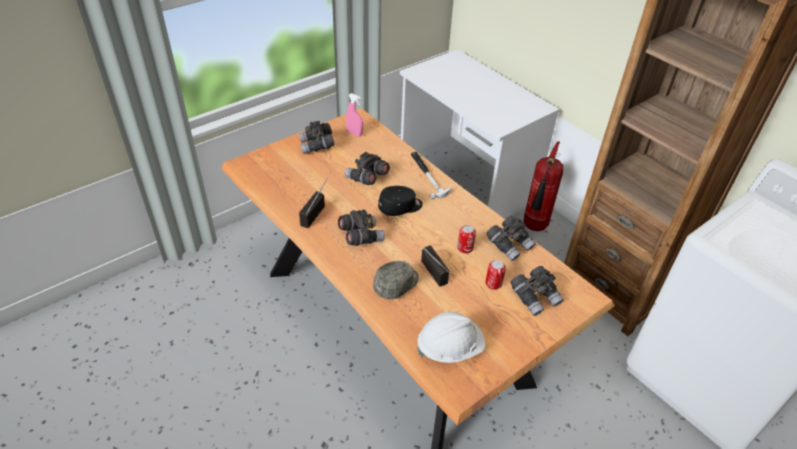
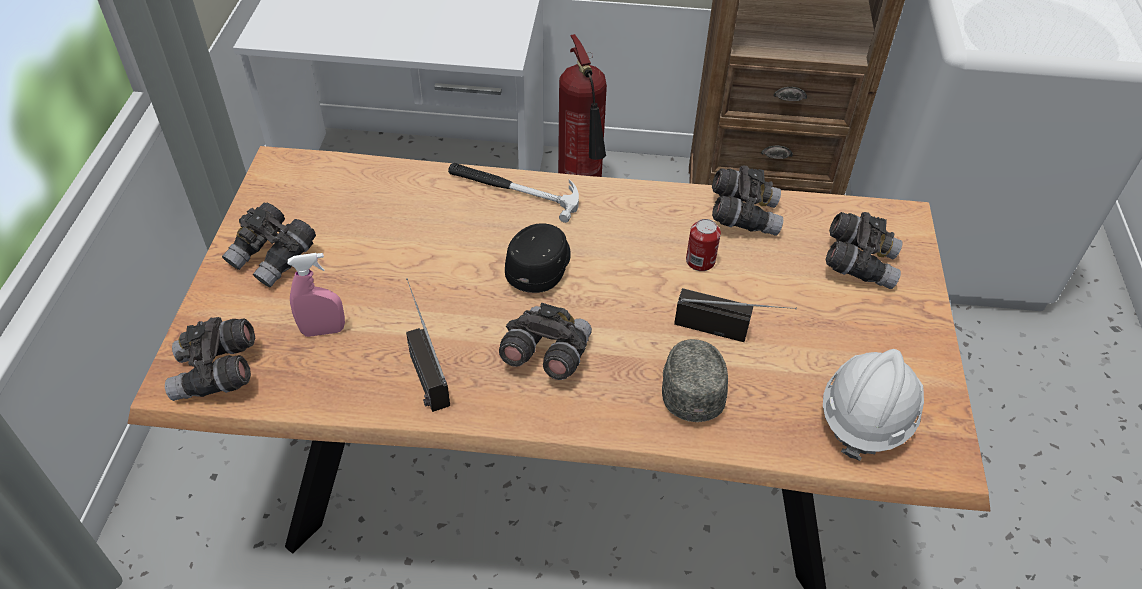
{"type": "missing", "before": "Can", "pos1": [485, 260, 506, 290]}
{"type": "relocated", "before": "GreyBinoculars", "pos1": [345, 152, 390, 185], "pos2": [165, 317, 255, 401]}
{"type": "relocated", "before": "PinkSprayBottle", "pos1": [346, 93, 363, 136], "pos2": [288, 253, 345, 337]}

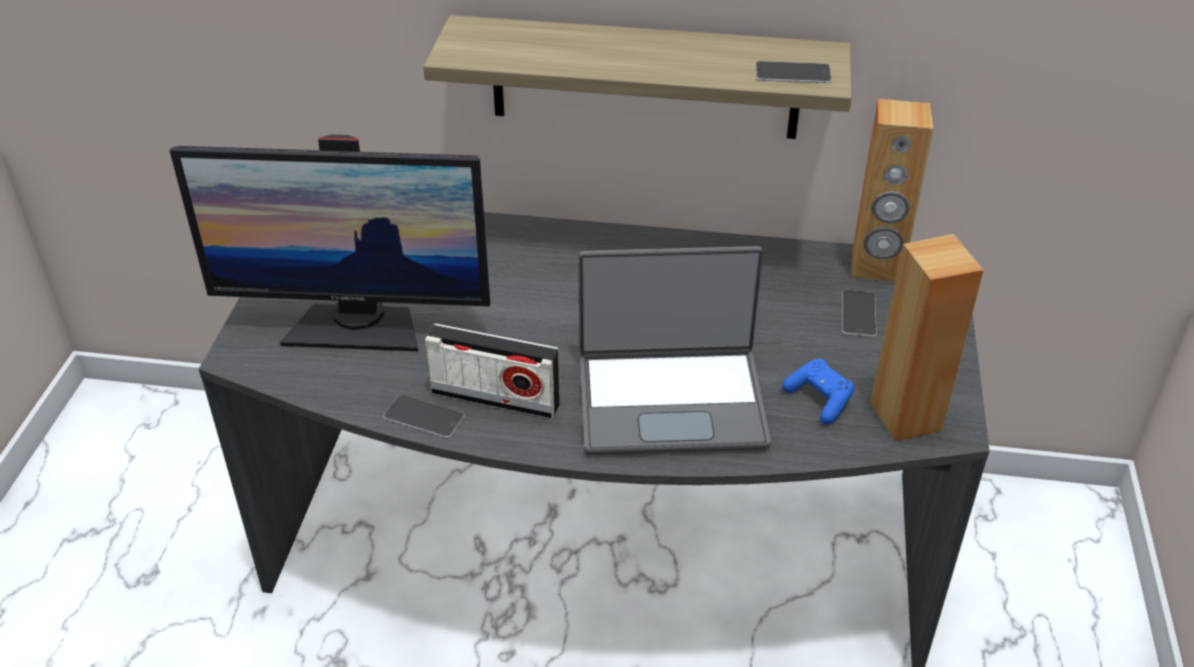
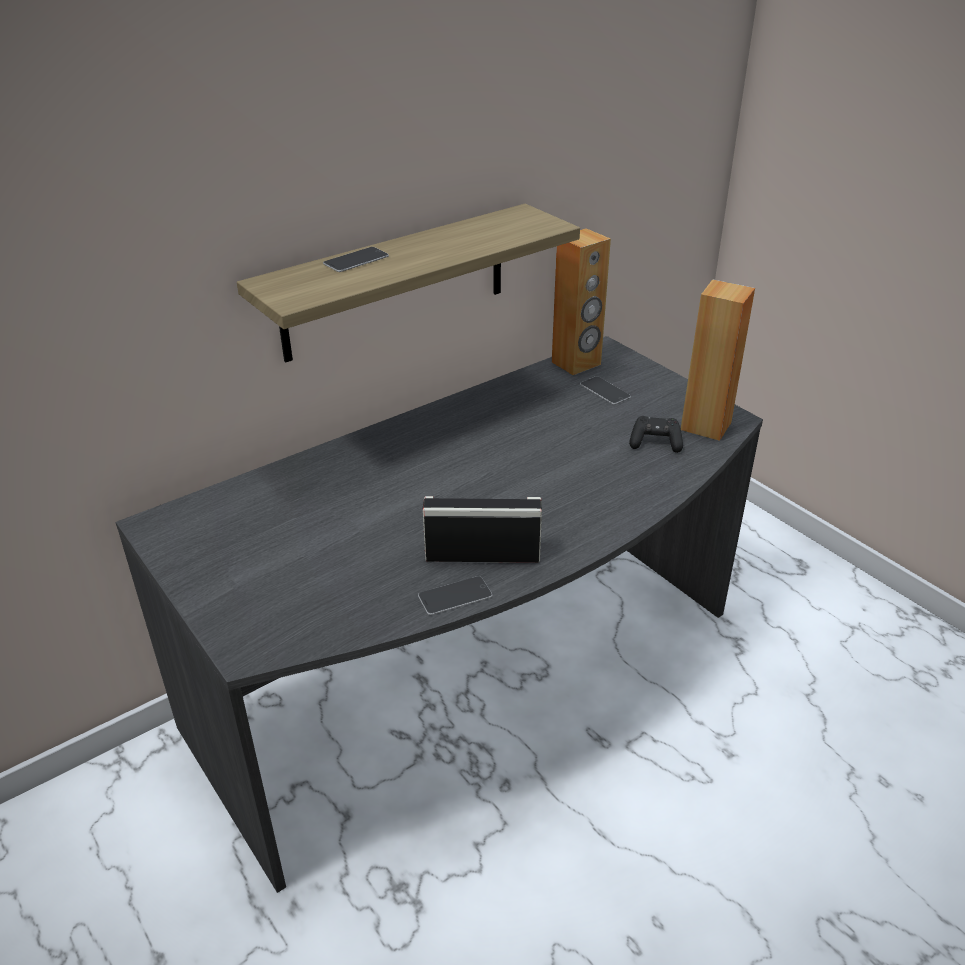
{"type": "missing", "before": "Monitor", "pos1": [170, 135, 490, 351]}
{"type": "missing", "before": "Laptop", "pos1": [578, 246, 771, 455]}
{"type": "relocated", "before": "Phone", "pos1": [755, 61, 832, 83], "pos2": [323, 247, 389, 272]}
{"type": "colour", "before": "BlueGameController", "after": "BlackGameController", "pos1": [782, 359, 854, 424], "pos2": [629, 416, 683, 453]}
{"type": "spun", "before": "Radio", "pos1": [425, 323, 560, 419], "pos2": [423, 496, 542, 563], "turn": -150}

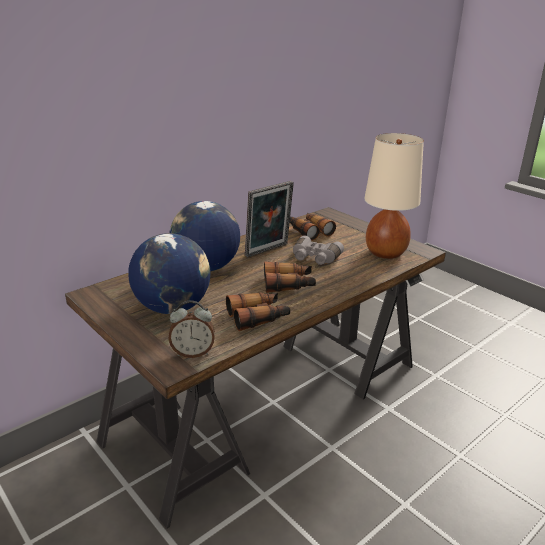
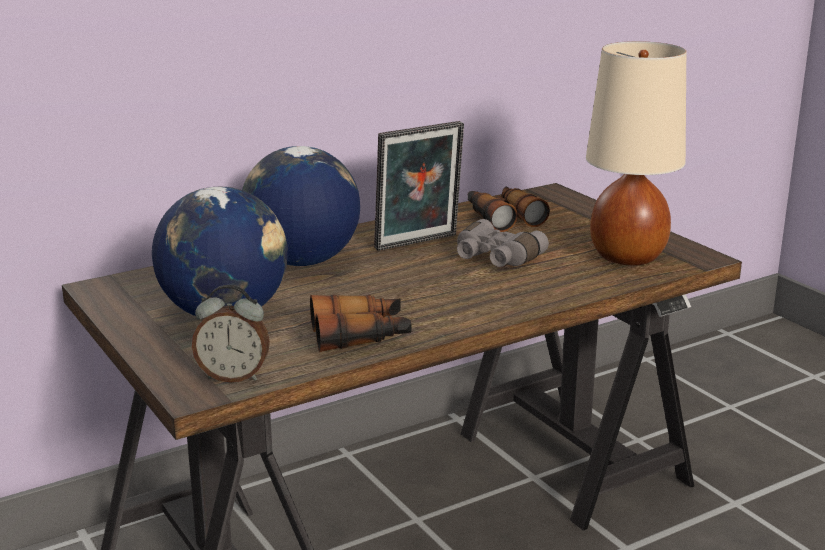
{"type": "missing", "before": "Binoculars", "pos1": [264, 261, 316, 293]}

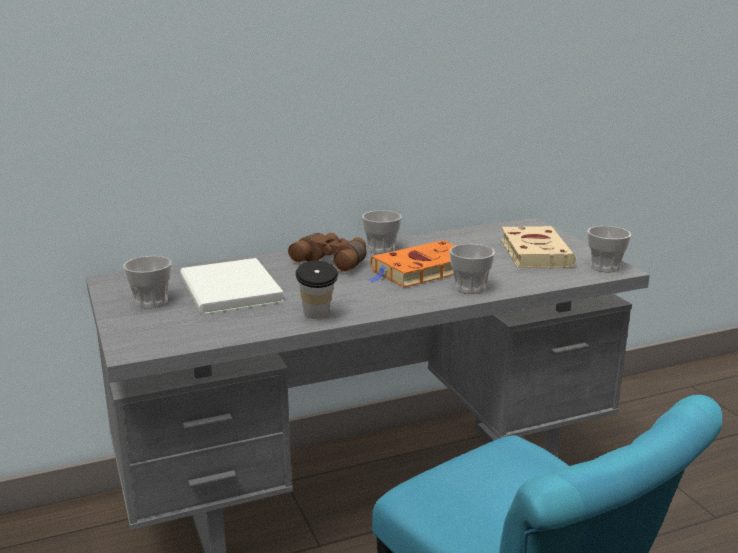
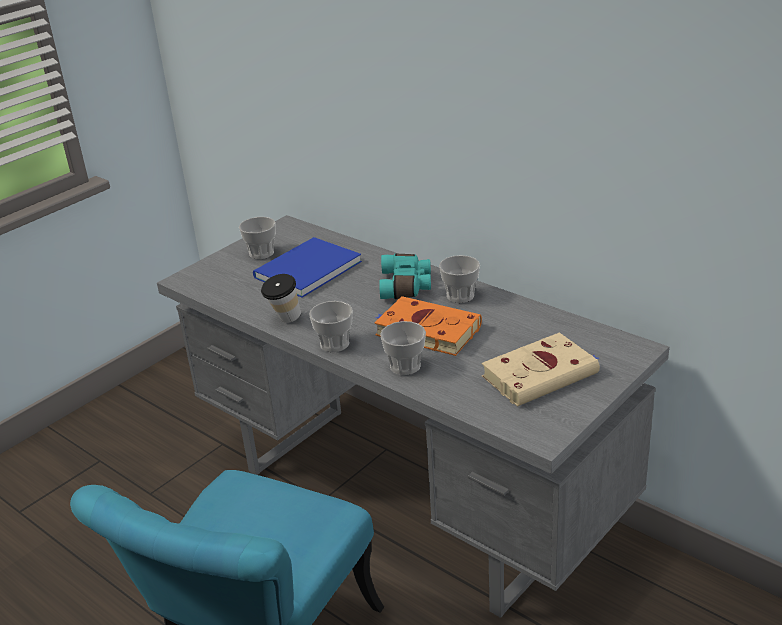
{"type": "relocated", "before": "Cup", "pos1": [587, 226, 631, 272], "pos2": [310, 301, 353, 352]}
{"type": "colour", "before": "WhiteBook", "after": "BlueBook", "pos1": [180, 258, 284, 315], "pos2": [253, 237, 362, 298]}
{"type": "colour", "before": "BrownBinoculars", "after": "TurquoiseBinoculars", "pos1": [288, 233, 366, 272], "pos2": [379, 253, 431, 299]}

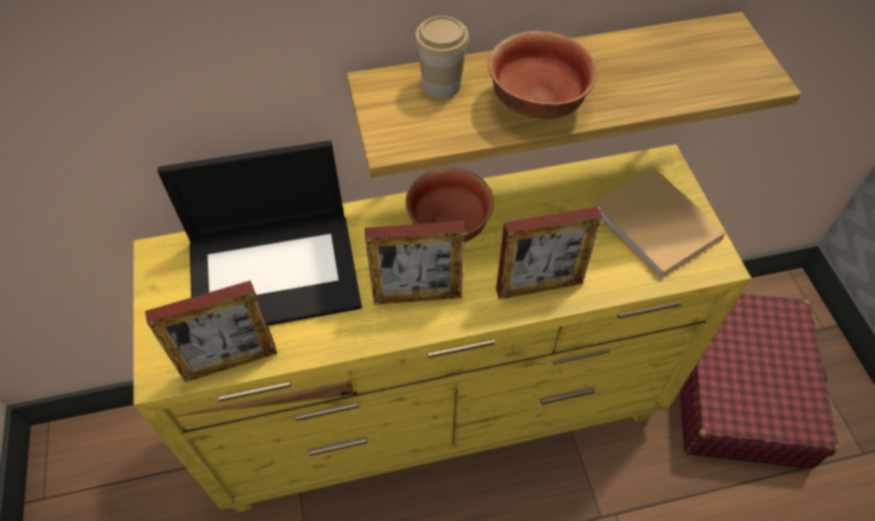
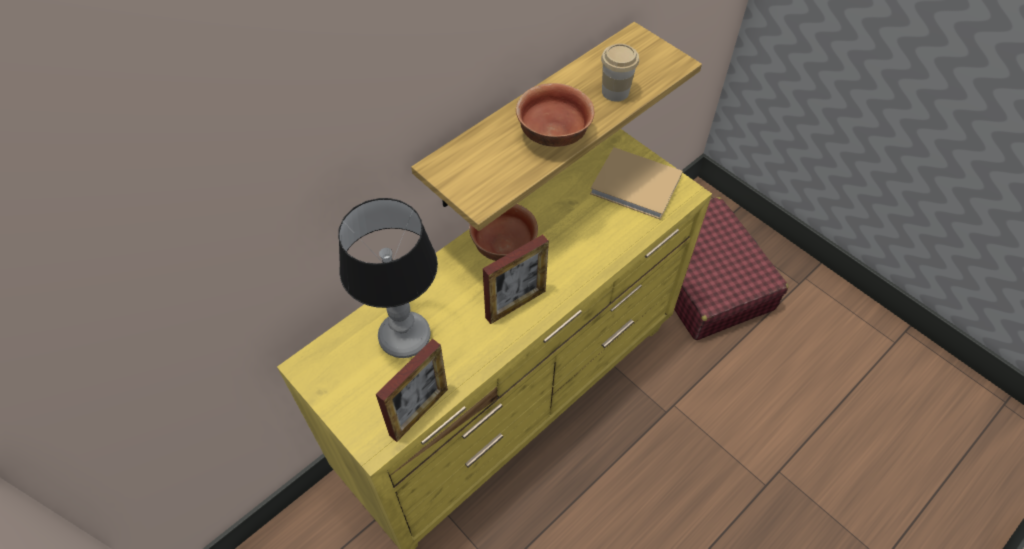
{"type": "missing", "before": "PictureFrame", "pos1": [496, 207, 602, 299]}
{"type": "relocated", "before": "Cup", "pos1": [415, 16, 469, 99], "pos2": [601, 44, 639, 102]}
{"type": "exchanged", "before": "Laptop", "after": "TableLamp", "pos1": [158, 140, 362, 326], "pos2": [338, 198, 438, 358]}

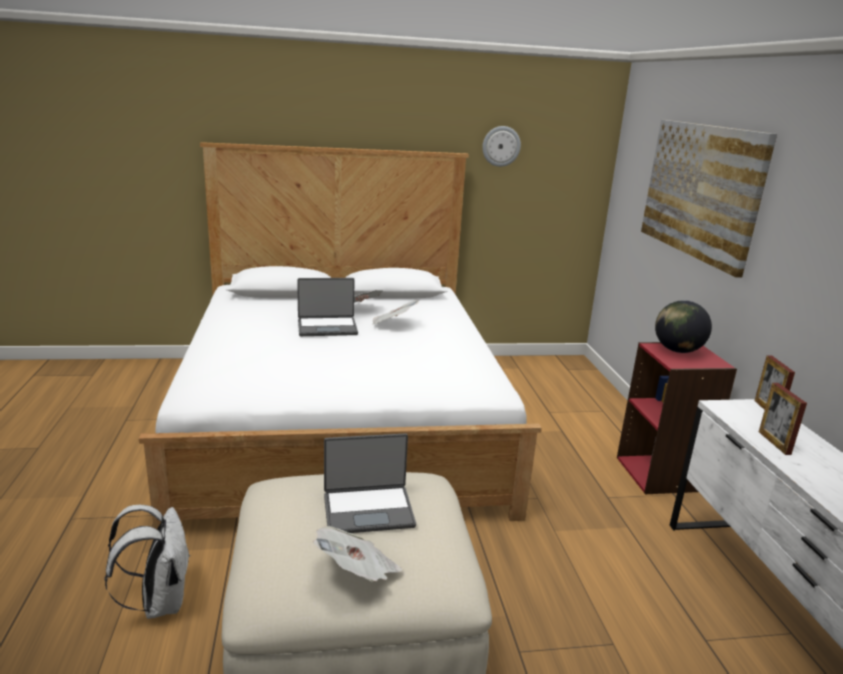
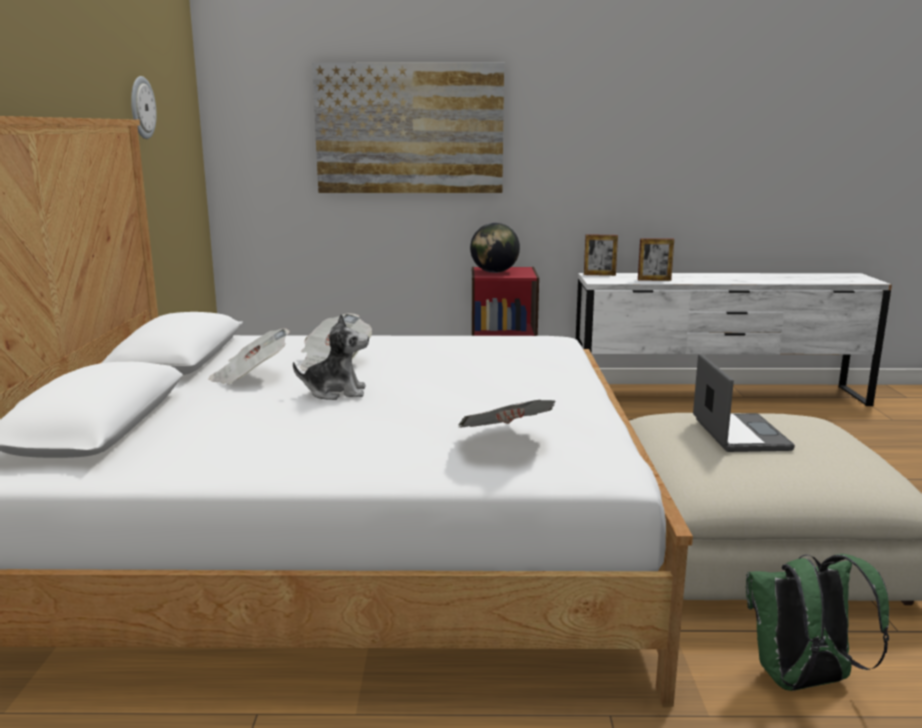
{"type": "relocated", "before": "Newspaper", "pos1": [313, 526, 402, 582], "pos2": [459, 400, 556, 427]}
{"type": "exchanged", "before": "Laptop", "after": "PlushToy", "pos1": [297, 278, 358, 336], "pos2": [293, 314, 369, 400]}
{"type": "colour", "before": "WhiteBackpack", "after": "GreenBackpack", "pos1": [104, 505, 190, 619], "pos2": [746, 554, 889, 691]}

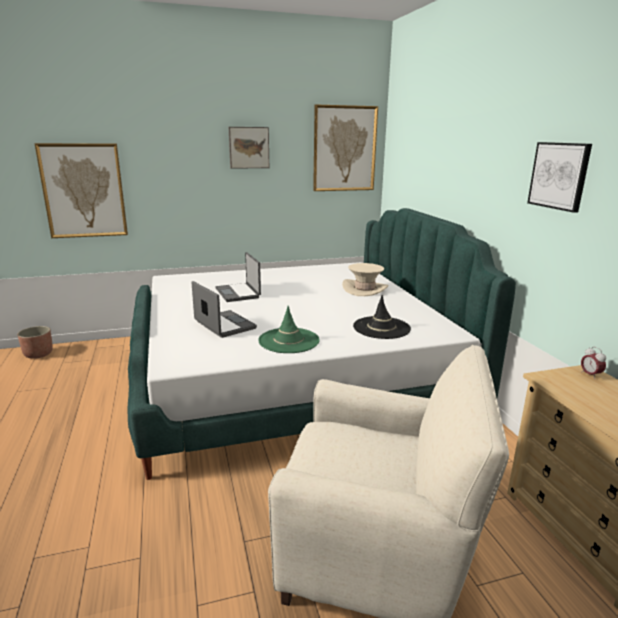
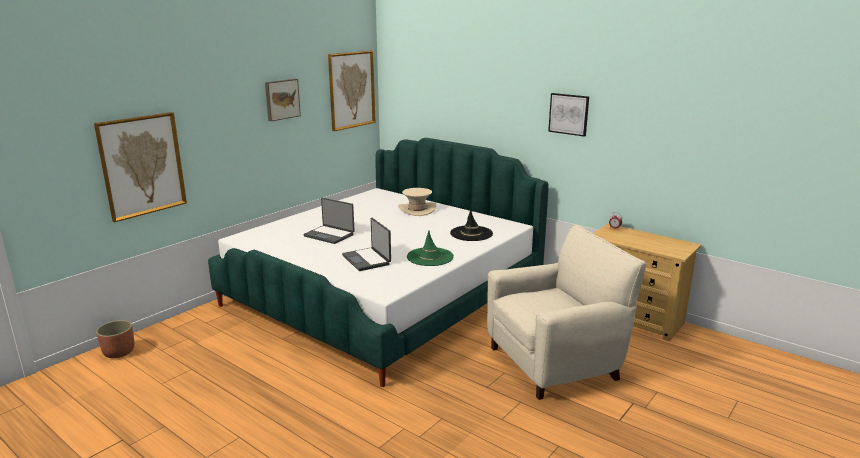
{"type": "spun", "before": "Laptop", "pos1": [191, 281, 257, 338], "pos2": [342, 218, 391, 271], "turn": -135}

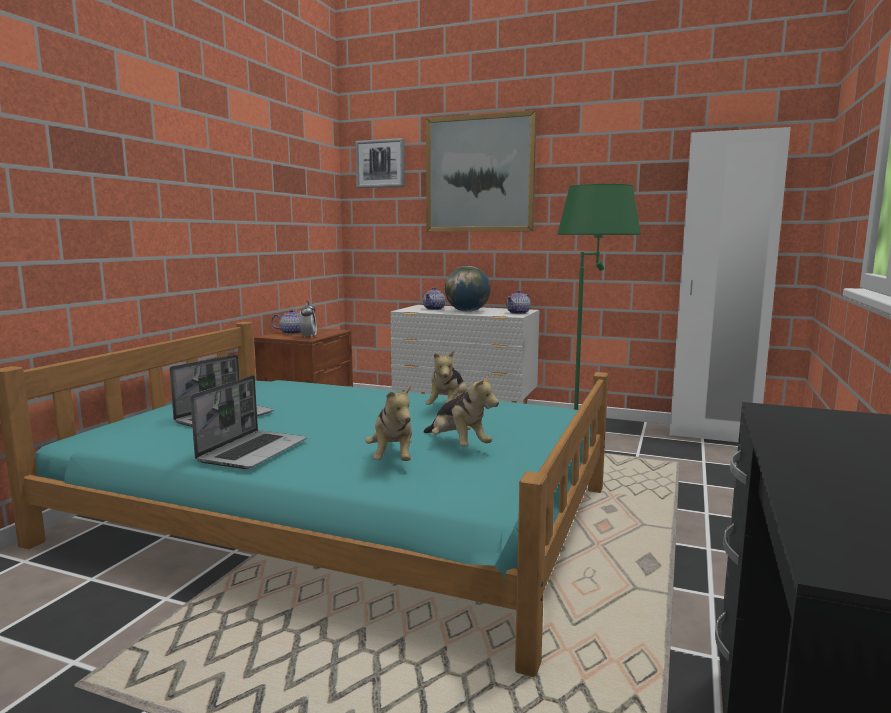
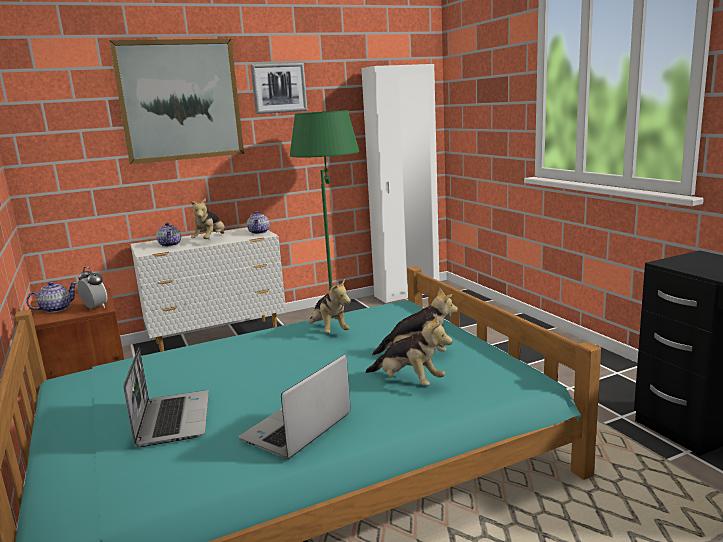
{"type": "relocated", "before": "Picture", "pos1": [355, 138, 405, 188], "pos2": [251, 63, 308, 114]}
{"type": "exchanged", "before": "Globe", "after": "PlushToy", "pos1": [445, 266, 491, 312], "pos2": [191, 198, 225, 239]}
{"type": "spun", "before": "Laptop", "pos1": [190, 375, 307, 469], "pos2": [238, 354, 351, 459], "turn": -120}

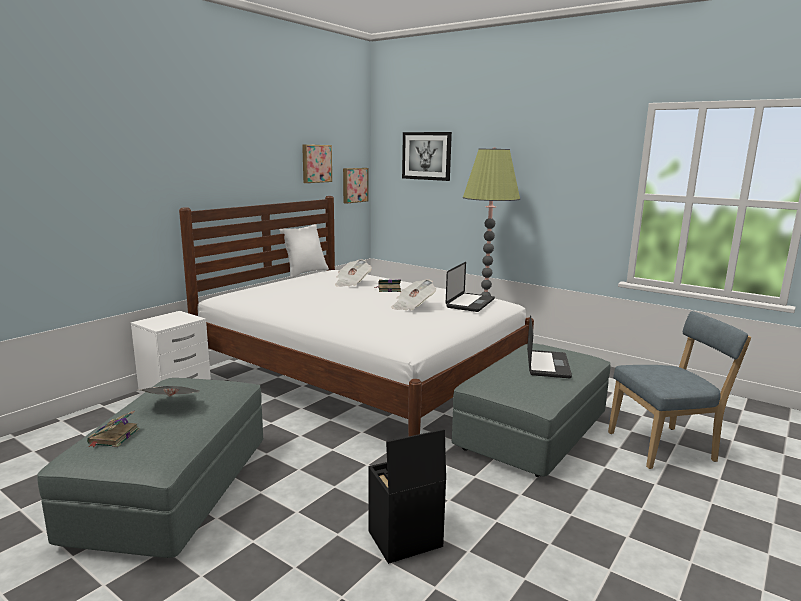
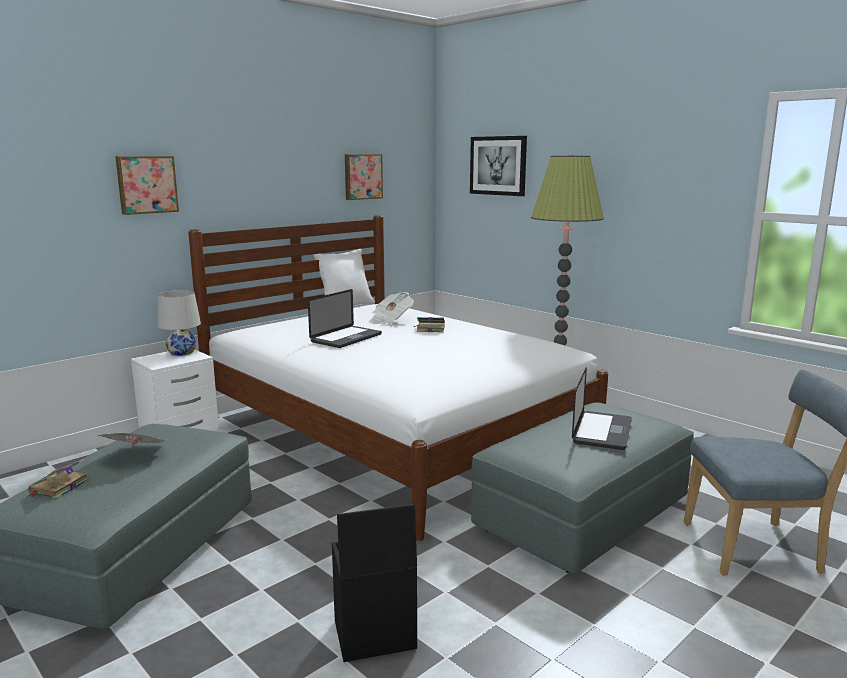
{"type": "missing", "before": "Newspaper", "pos1": [391, 279, 436, 310]}
{"type": "appeared", "after": "WhiteTableLamp", "pos2": [157, 290, 201, 356]}
{"type": "relocated", "before": "Picture", "pos1": [343, 168, 368, 204], "pos2": [115, 156, 179, 215]}
{"type": "relocated", "before": "Laptop", "pos1": [446, 262, 495, 312], "pos2": [308, 289, 382, 348]}

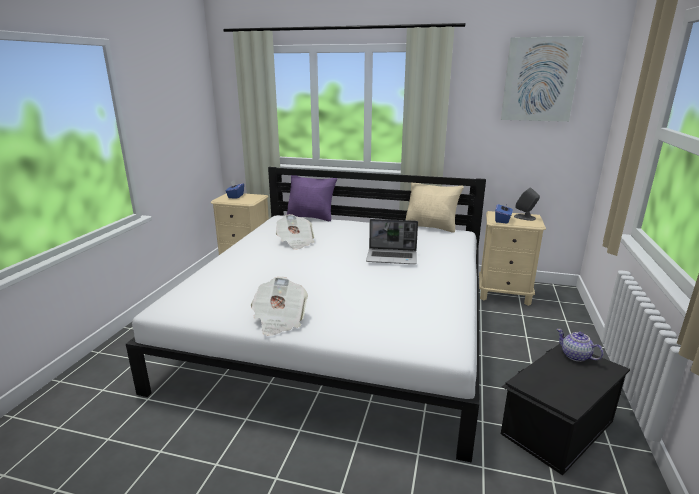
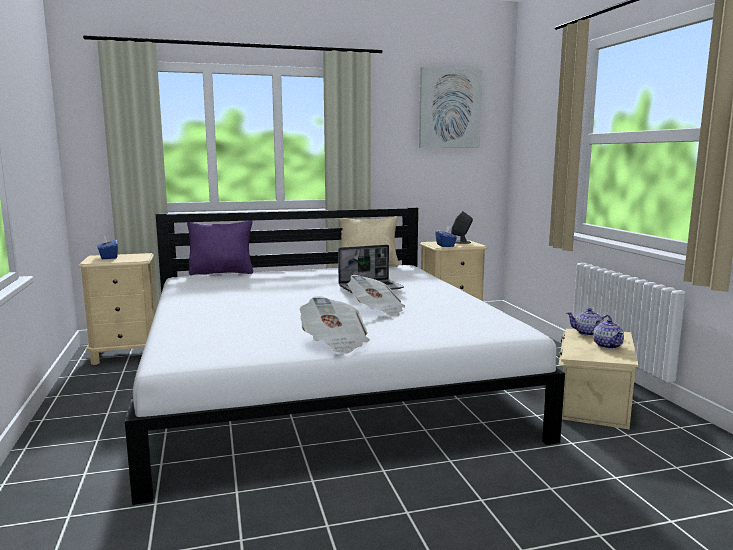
{"type": "appeared", "after": "Teapot", "pos2": [593, 319, 624, 349]}
{"type": "relocated", "before": "Newspaper", "pos1": [276, 214, 315, 250], "pos2": [347, 275, 405, 318]}
{"type": "colour", "before": "BlackStorageBox", "after": "BeigeStorageBox", "pos1": [501, 344, 630, 476], "pos2": [558, 329, 638, 429]}

